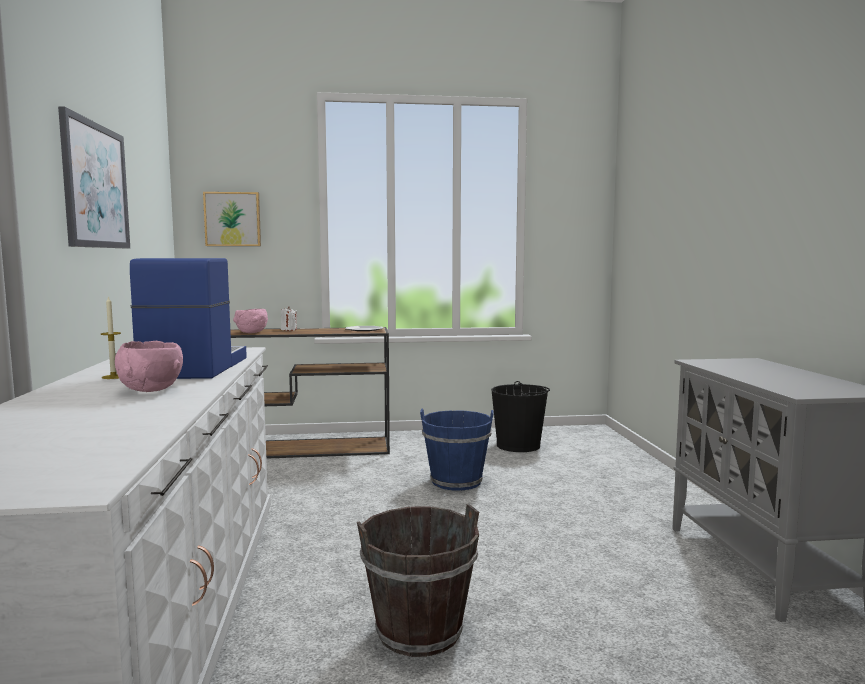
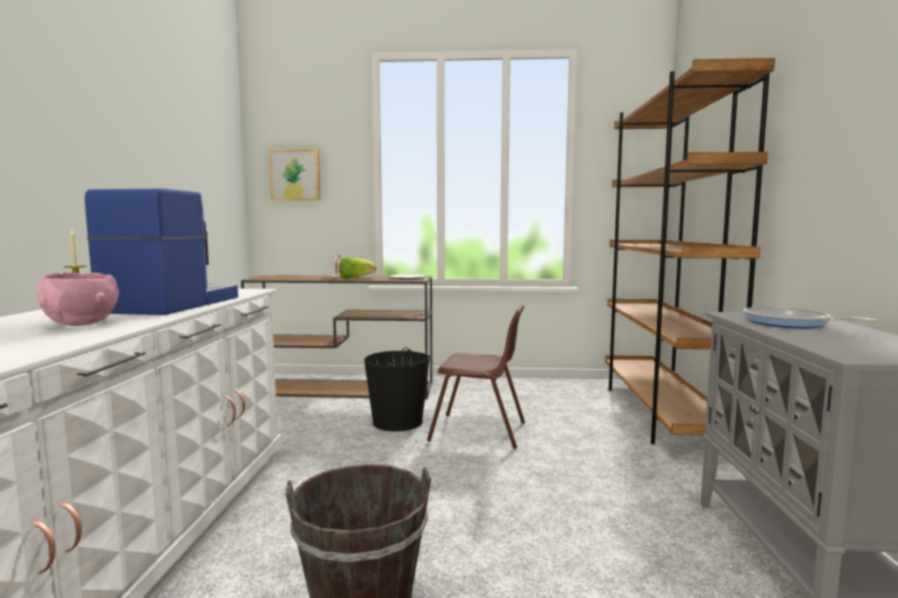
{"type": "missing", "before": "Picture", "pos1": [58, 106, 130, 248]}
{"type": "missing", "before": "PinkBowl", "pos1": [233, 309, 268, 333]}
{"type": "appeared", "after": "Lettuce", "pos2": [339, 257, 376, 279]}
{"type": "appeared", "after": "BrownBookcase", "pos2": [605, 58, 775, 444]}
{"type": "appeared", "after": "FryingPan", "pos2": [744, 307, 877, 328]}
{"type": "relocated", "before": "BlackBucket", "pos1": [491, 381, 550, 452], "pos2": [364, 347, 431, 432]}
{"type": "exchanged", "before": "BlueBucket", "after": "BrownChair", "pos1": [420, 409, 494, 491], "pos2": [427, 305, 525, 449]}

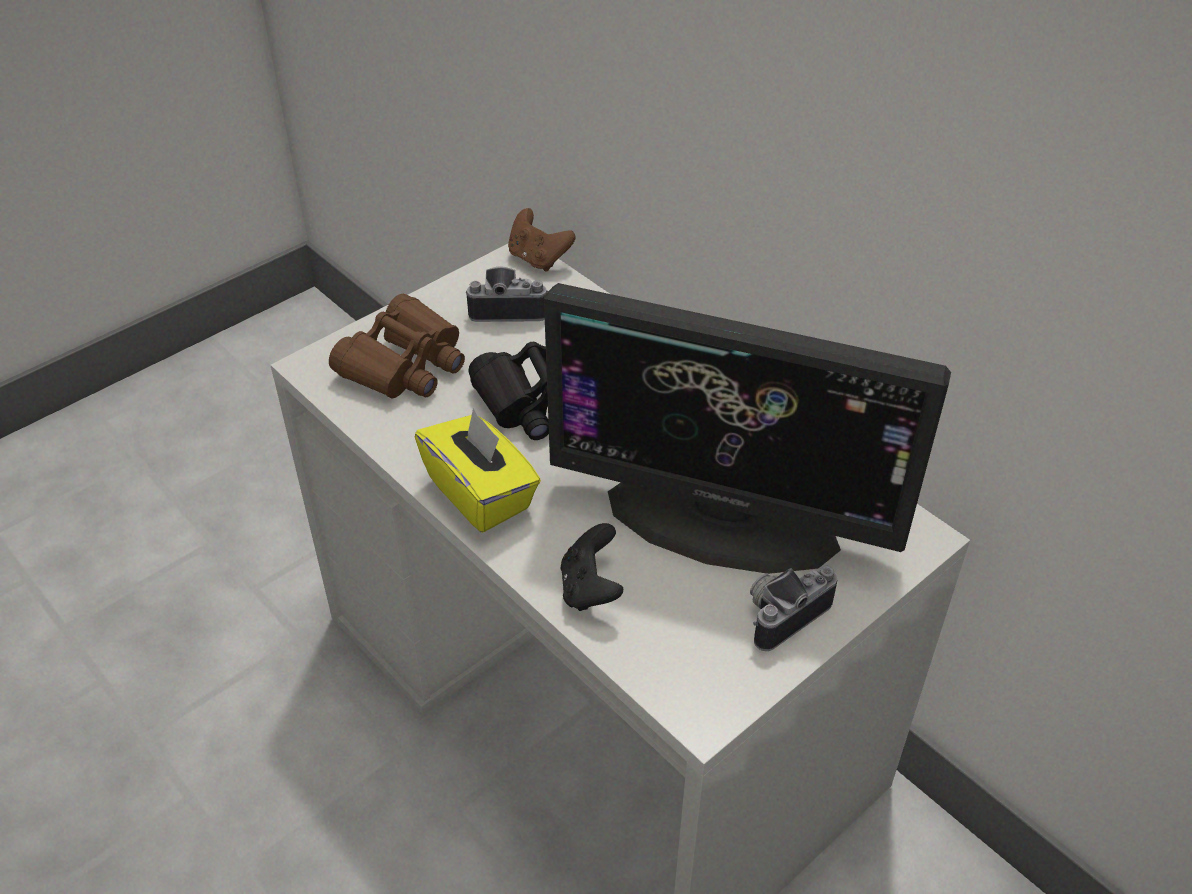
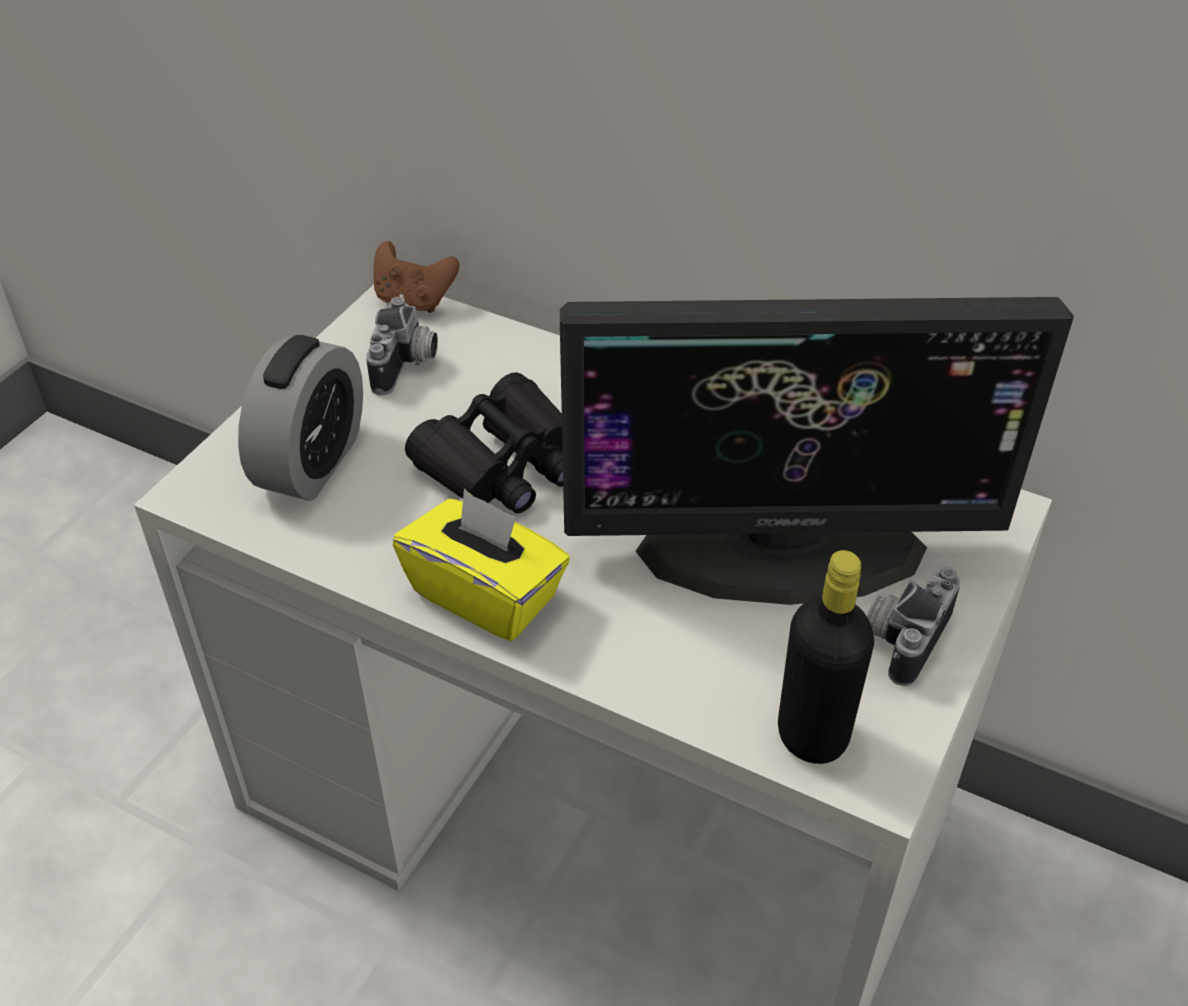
{"type": "missing", "before": "BlackGameController", "pos1": [560, 523, 624, 611]}
{"type": "appeared", "after": "BlackBottle", "pos2": [778, 550, 874, 764]}
{"type": "exchanged", "before": "BrownBinoculars", "after": "AlarmClock", "pos1": [329, 294, 465, 399], "pos2": [238, 335, 363, 501]}
{"type": "spun", "before": "PhotoCamera", "pos1": [466, 266, 548, 322], "pos2": [366, 297, 438, 395], "turn": 120}

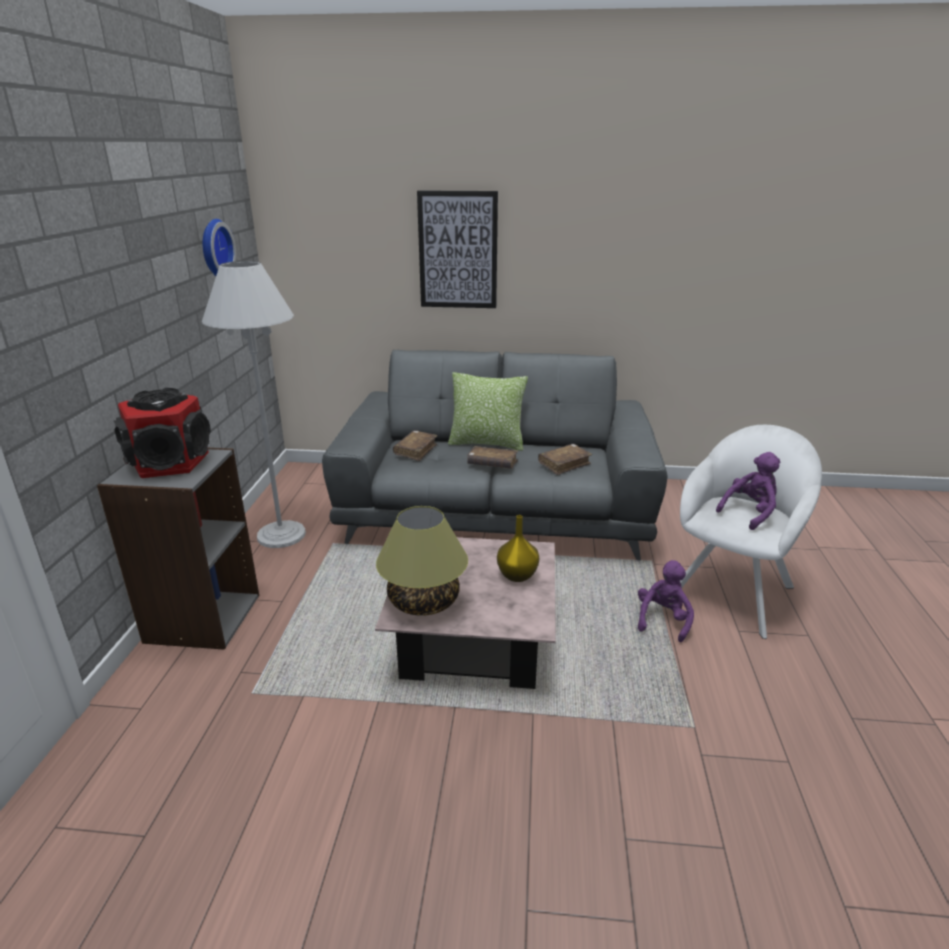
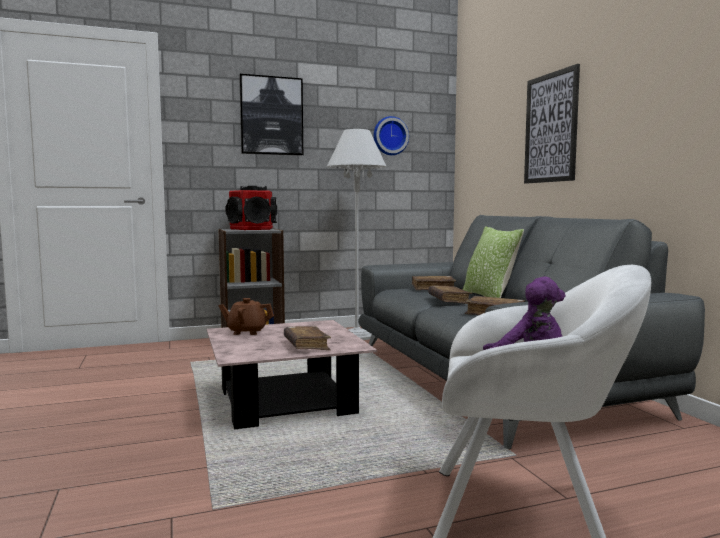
{"type": "missing", "before": "PurplePlushToy", "pos1": [638, 560, 694, 642]}
{"type": "appeared", "after": "Picture", "pos2": [239, 74, 303, 156]}
{"type": "exchanged", "before": "TableLamp", "after": "BrownTeapot", "pos1": [376, 506, 468, 616], "pos2": [219, 298, 274, 335]}
{"type": "exchanged", "before": "YellowVase", "after": "BrownBook", "pos1": [497, 515, 539, 582], "pos2": [284, 326, 331, 350]}

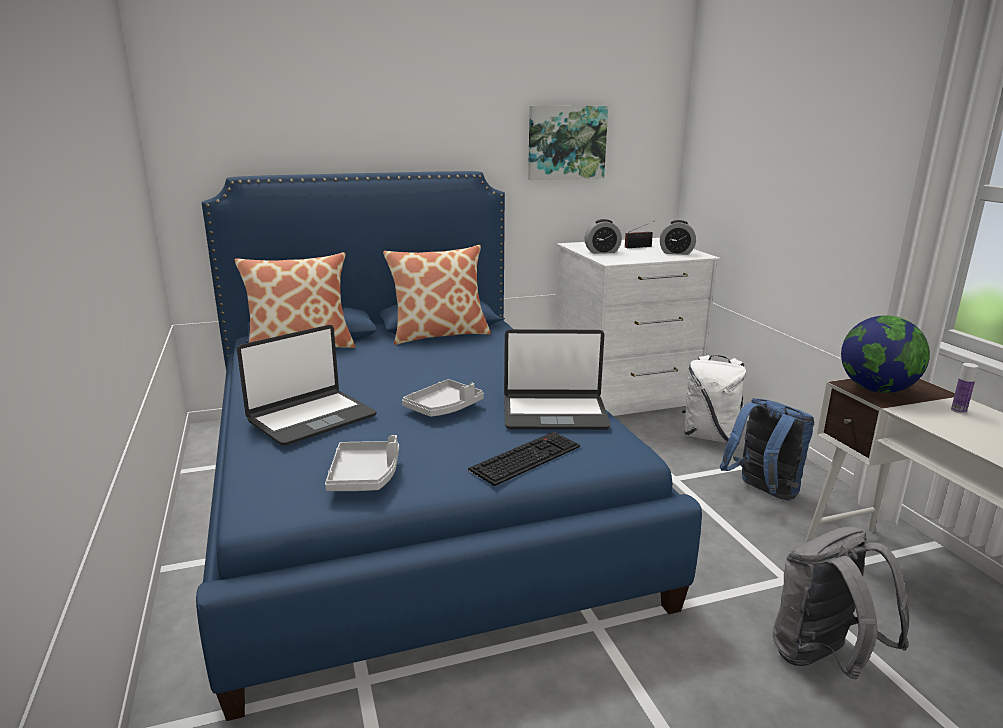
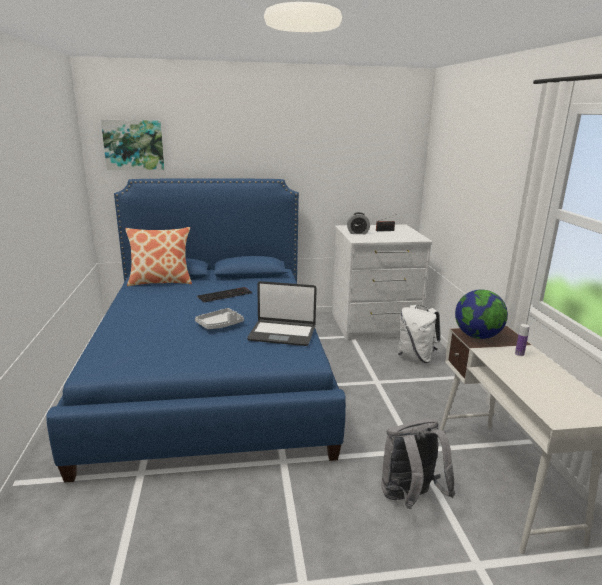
{"type": "missing", "before": "Laptop", "pos1": [237, 325, 377, 445]}
{"type": "missing", "before": "GreyTray", "pos1": [325, 435, 399, 491]}
{"type": "missing", "before": "Pillow", "pos1": [383, 245, 491, 345]}
{"type": "missing", "before": "AlarmClock", "pos1": [660, 220, 696, 255]}
{"type": "missing", "before": "BlueBackpack", "pos1": [720, 398, 815, 500]}
{"type": "relocated", "before": "Keyboard", "pos1": [468, 432, 580, 486], "pos2": [197, 287, 252, 302]}
{"type": "relocated", "before": "Picture", "pos1": [528, 105, 608, 180], "pos2": [101, 120, 164, 170]}

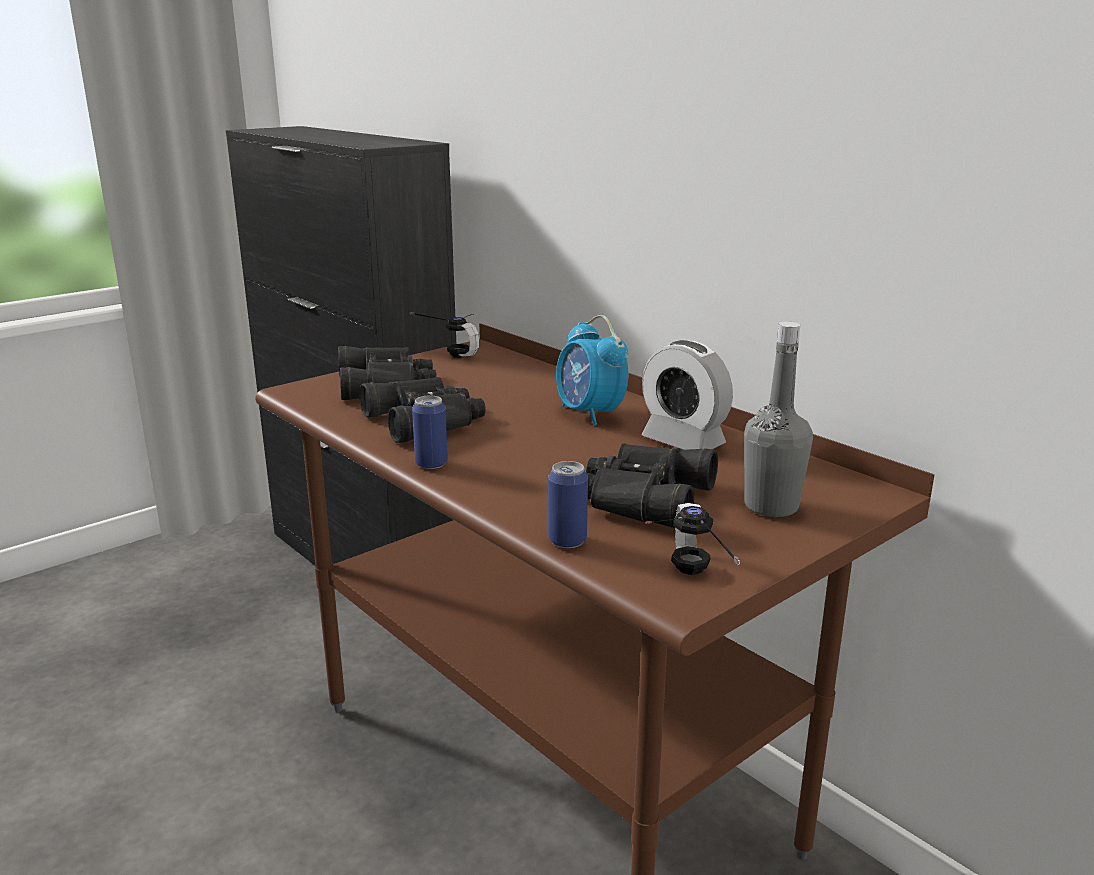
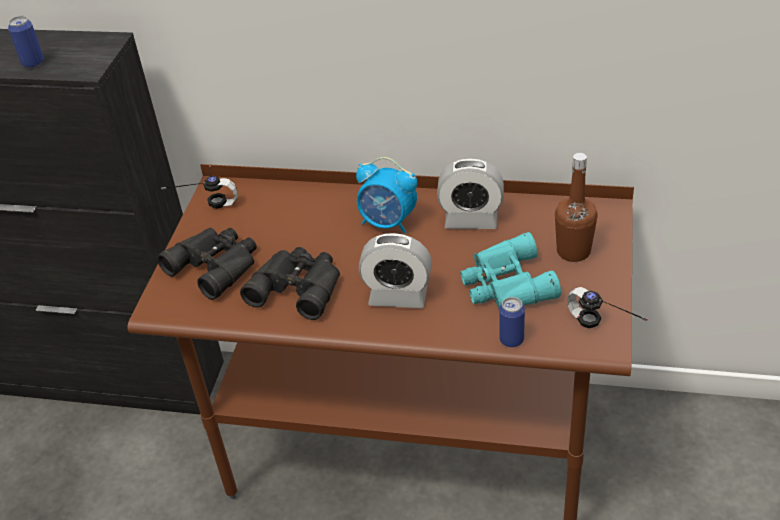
{"type": "appeared", "after": "AlarmClock", "pos2": [359, 233, 432, 308]}
{"type": "relocated", "before": "Can", "pos1": [412, 396, 448, 469], "pos2": [8, 16, 44, 68]}
{"type": "colour", "before": "BlackBinoculars", "after": "TurquoiseBinoculars", "pos1": [586, 443, 718, 529], "pos2": [460, 232, 561, 308]}
{"type": "colour", "before": "GreyBottle", "after": "BrownBottle", "pos1": [744, 322, 813, 517], "pos2": [555, 153, 598, 262]}

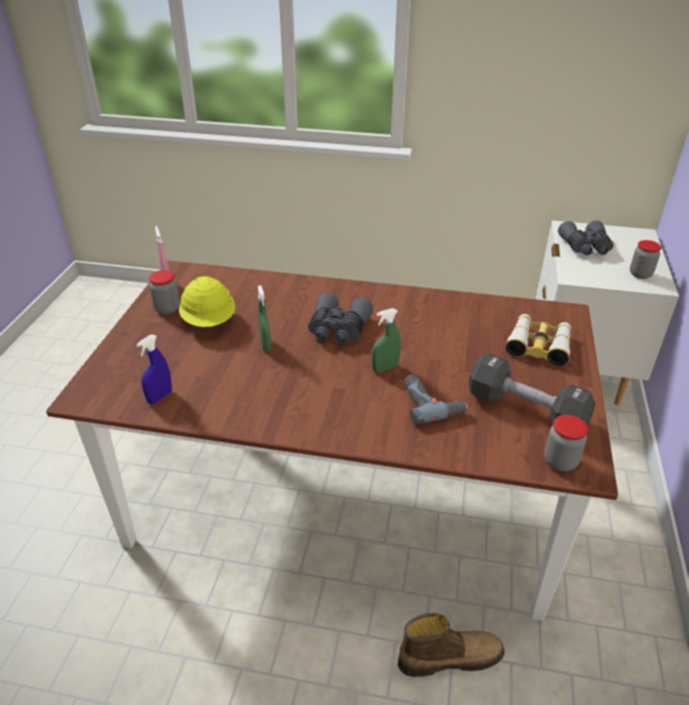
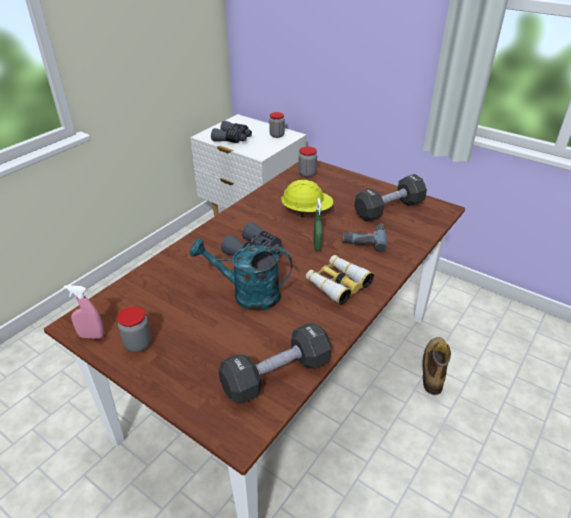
{"type": "relocated", "before": "YellowHardHat", "pos1": [179, 276, 235, 327], "pos2": [281, 180, 334, 217]}
{"type": "relocated", "before": "Binoculars", "pos1": [505, 314, 571, 366], "pos2": [306, 255, 374, 305]}
{"type": "relocated", "before": "Jar", "pos1": [544, 415, 588, 471], "pos2": [298, 147, 317, 177]}
{"type": "exchanged", "before": "BlueSprayBottle", "after": "BlackDumbbell", "pos1": [136, 335, 172, 404], "pos2": [219, 323, 332, 404]}
{"type": "exchanged", "before": "GreenSprayBottle", "after": "TurquoiseWateringCan", "pos1": [258, 285, 271, 351], "pos2": [190, 238, 292, 311]}

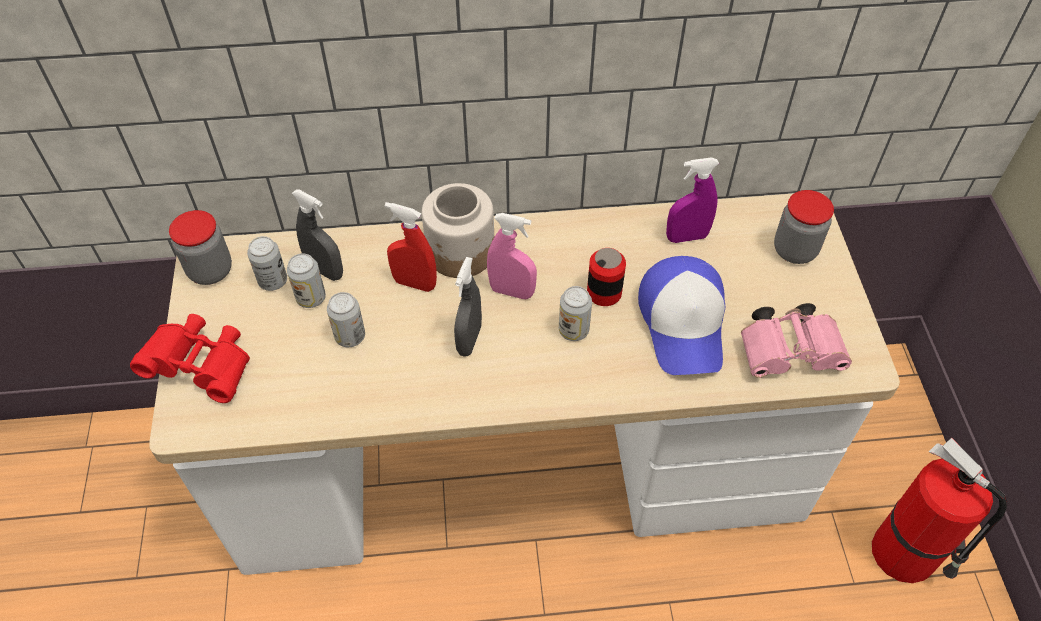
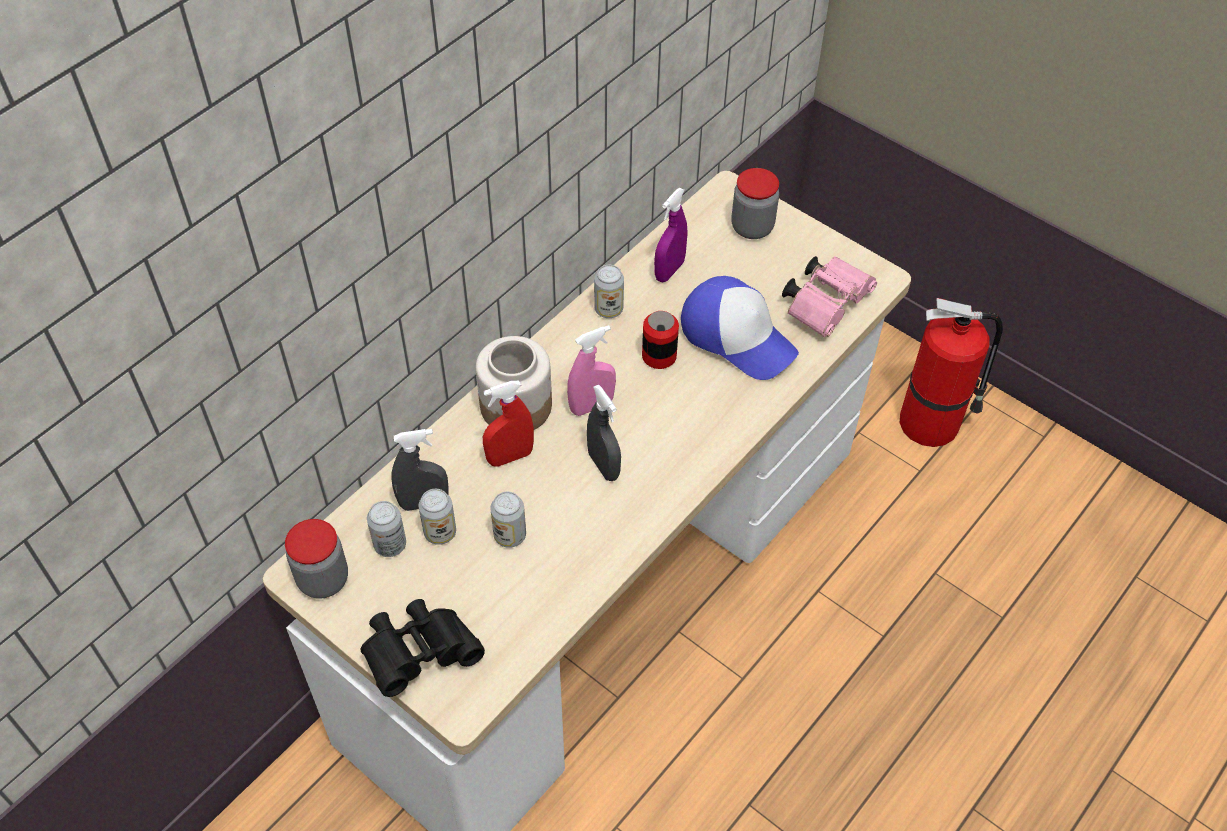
{"type": "relocated", "before": "Can", "pos1": [559, 286, 592, 341], "pos2": [594, 265, 624, 318]}
{"type": "colour", "before": "RedBinoculars", "after": "BlackBinoculars", "pos1": [130, 314, 250, 403], "pos2": [361, 599, 485, 697]}

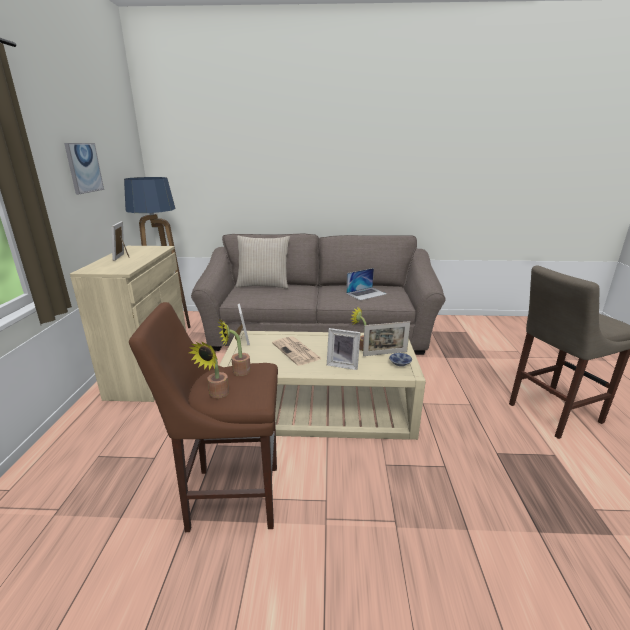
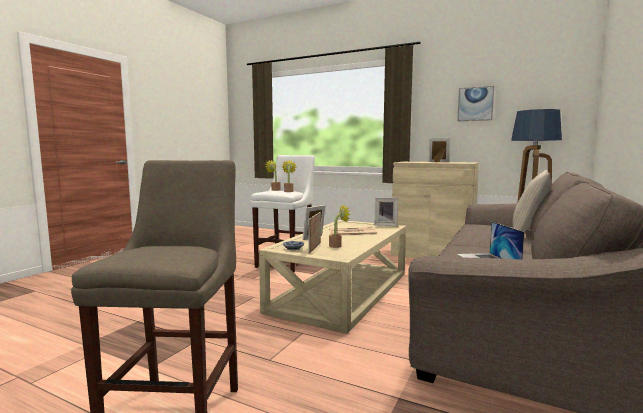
{"type": "colour", "before": "BrownStool", "after": "WhiteStool", "pos1": [129, 302, 278, 532], "pos2": [250, 155, 315, 273]}

